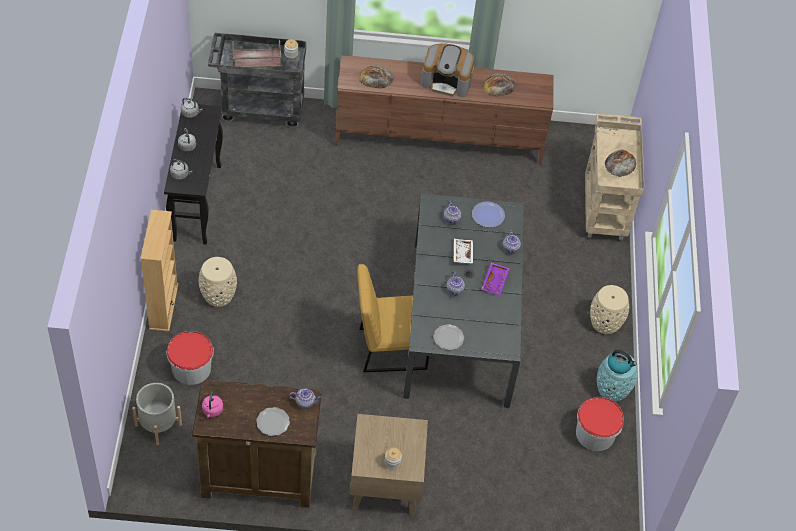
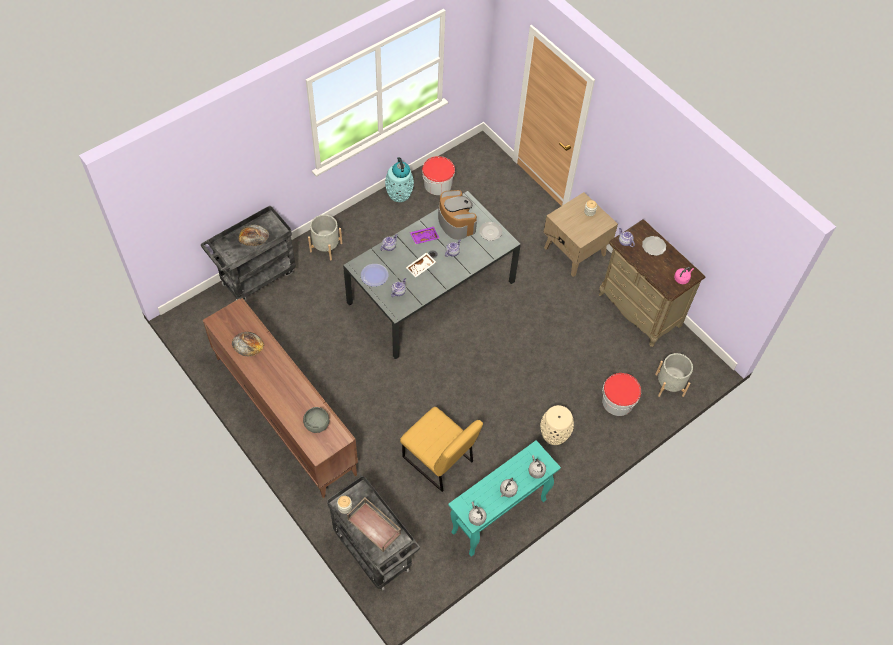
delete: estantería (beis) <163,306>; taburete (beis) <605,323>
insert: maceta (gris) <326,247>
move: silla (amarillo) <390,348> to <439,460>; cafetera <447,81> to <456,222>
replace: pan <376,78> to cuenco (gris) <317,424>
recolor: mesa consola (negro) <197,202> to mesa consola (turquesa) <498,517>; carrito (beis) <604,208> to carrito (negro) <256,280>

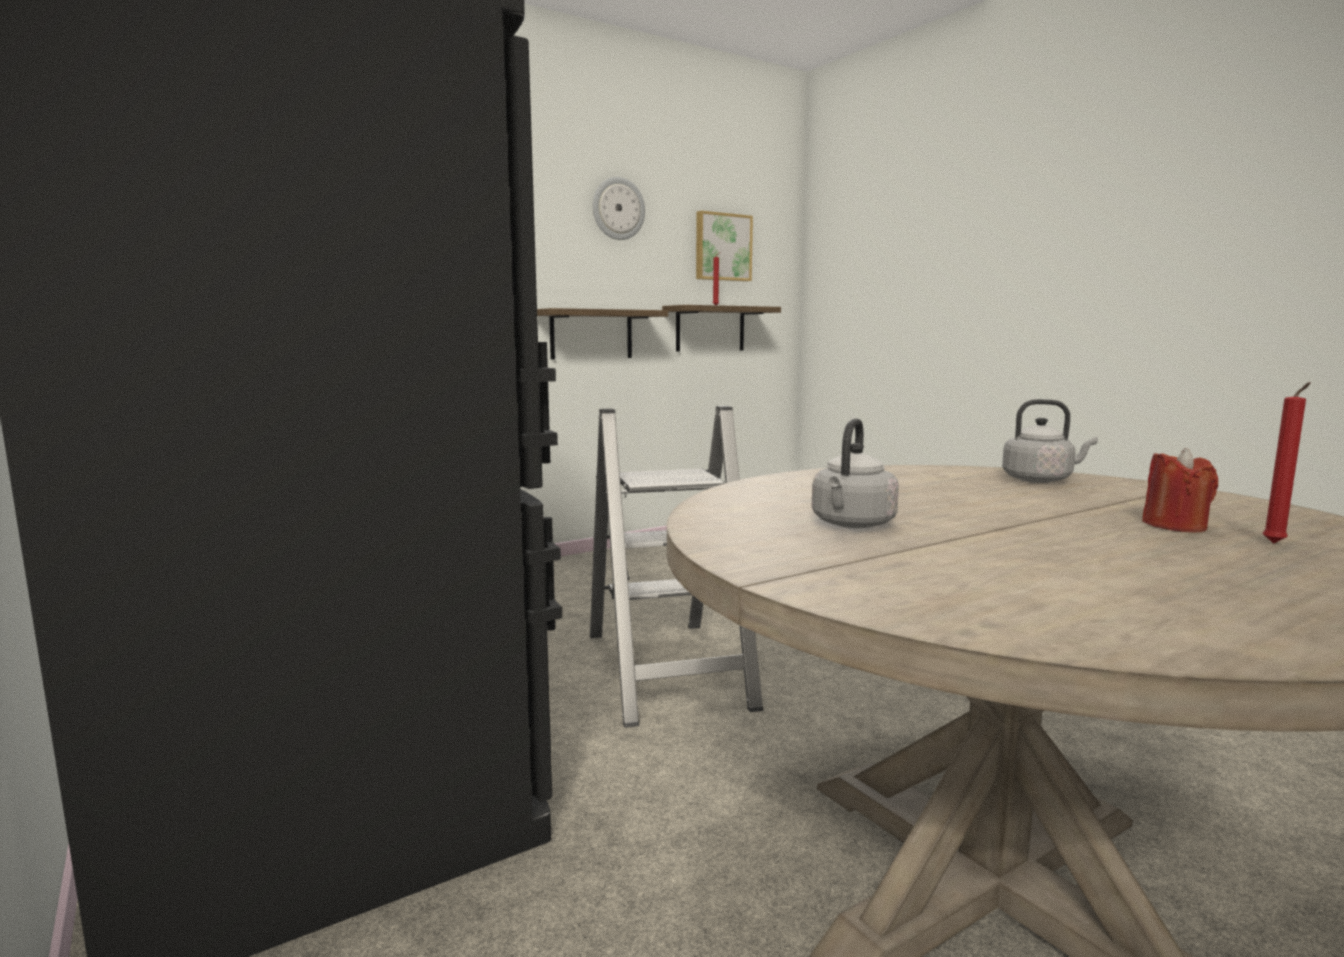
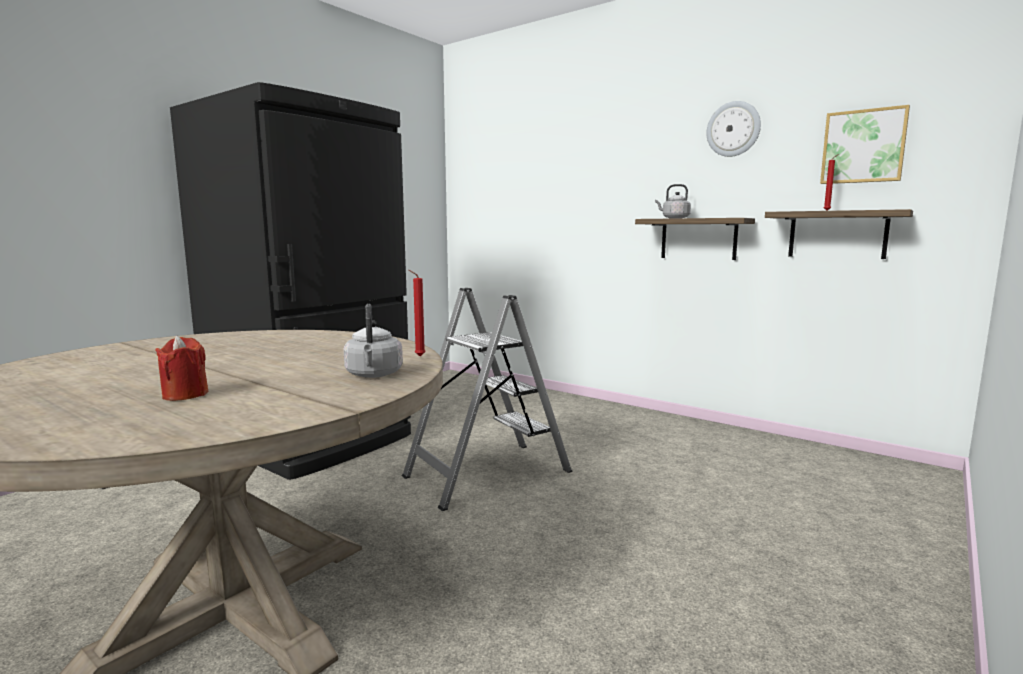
move: hervidor (gris) <852,524> to <674,218>; vela (rojo) <1275,544> to <418,356>

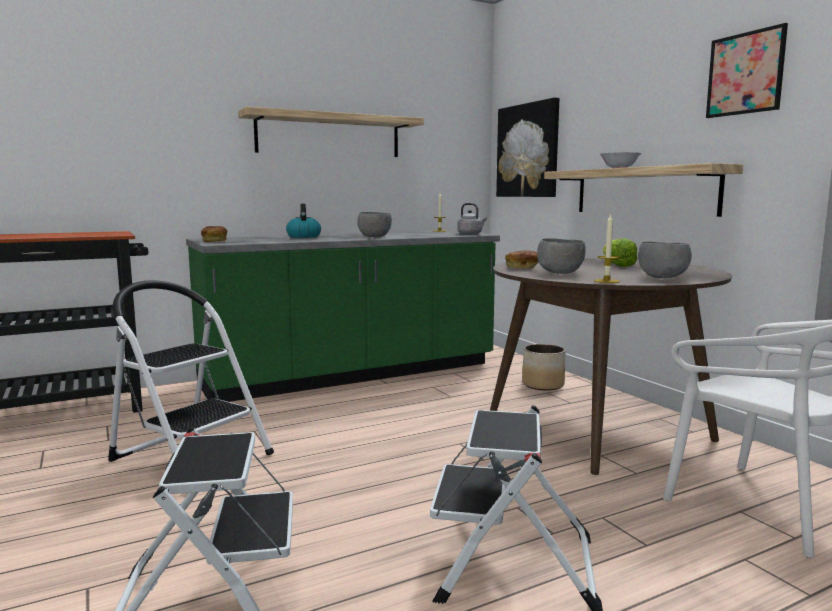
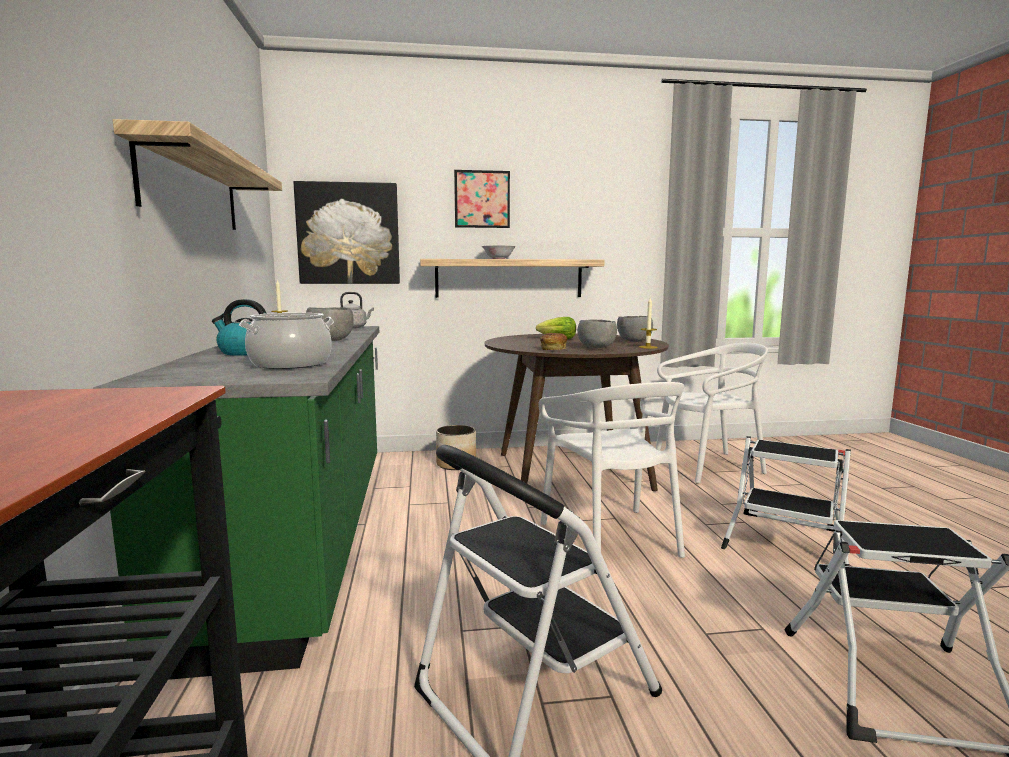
delete: pan <215,241>
insert: olla <290,364>; silla (blanco) <611,537>
move: cuadro <745,73> to <482,199>

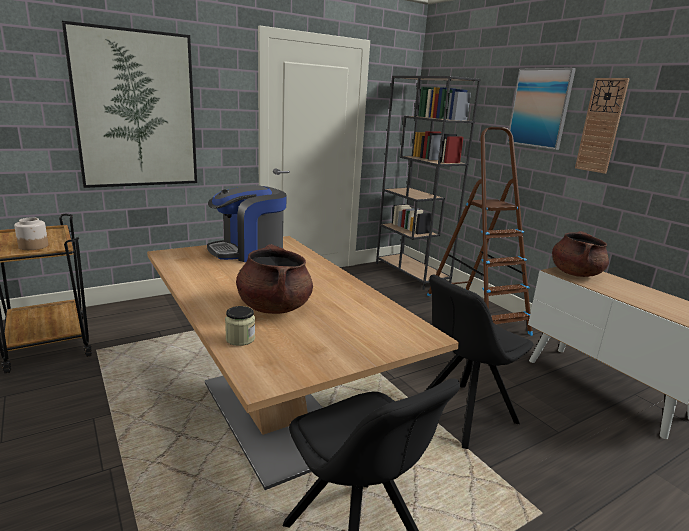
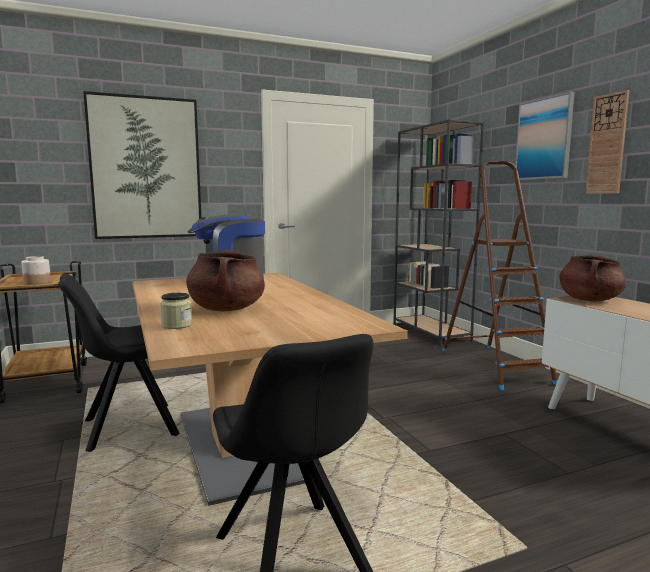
move: silla (negro) <463,415> to <129,427>

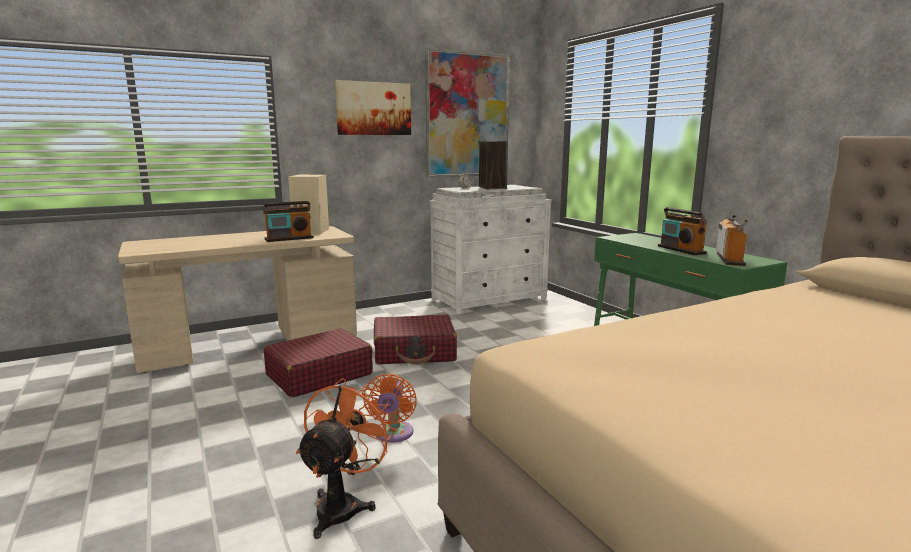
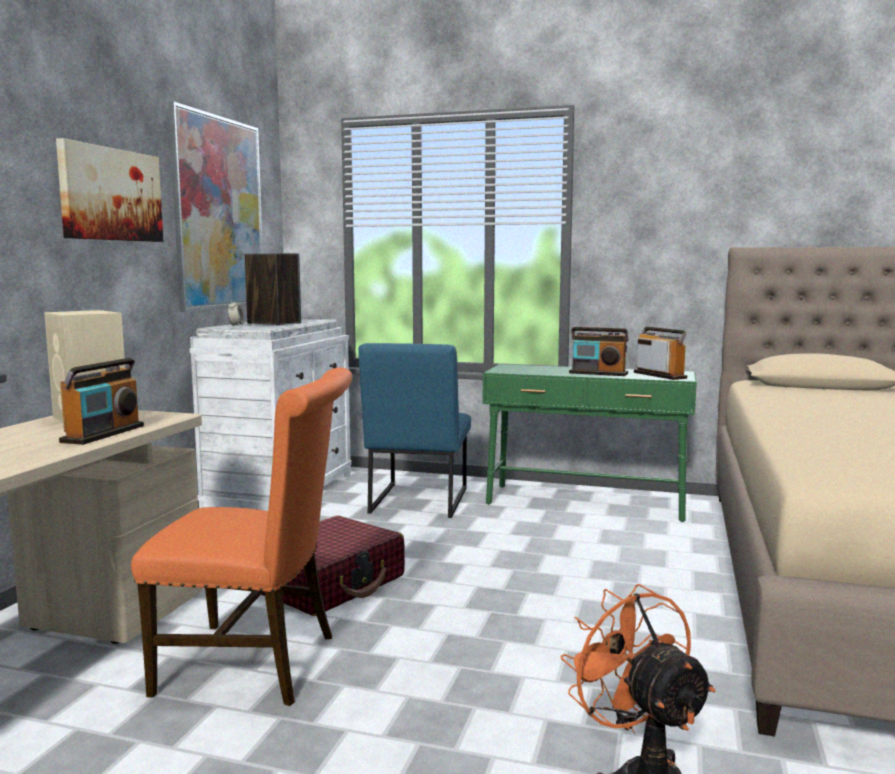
delete: ventilador (naranja) <393,434>
insert: silla (azul) <417,501>
replace: maleta (rojo) <319,375> to silla (naranja) <259,663>

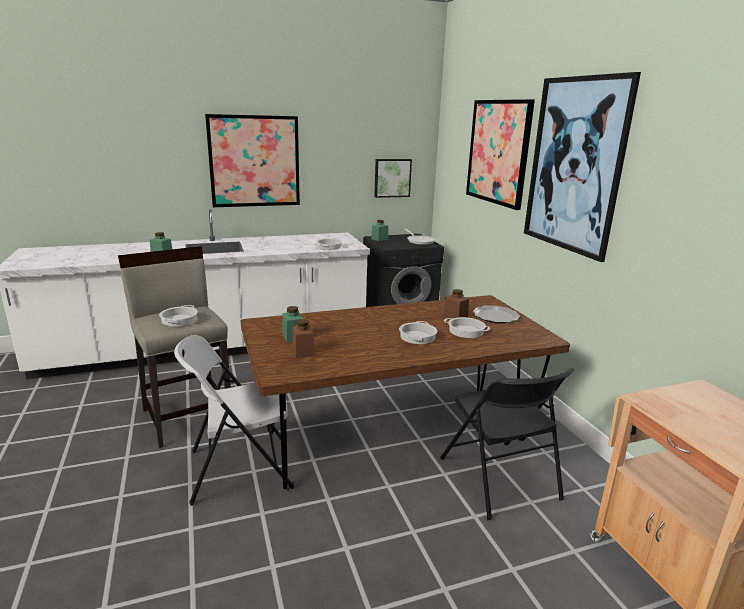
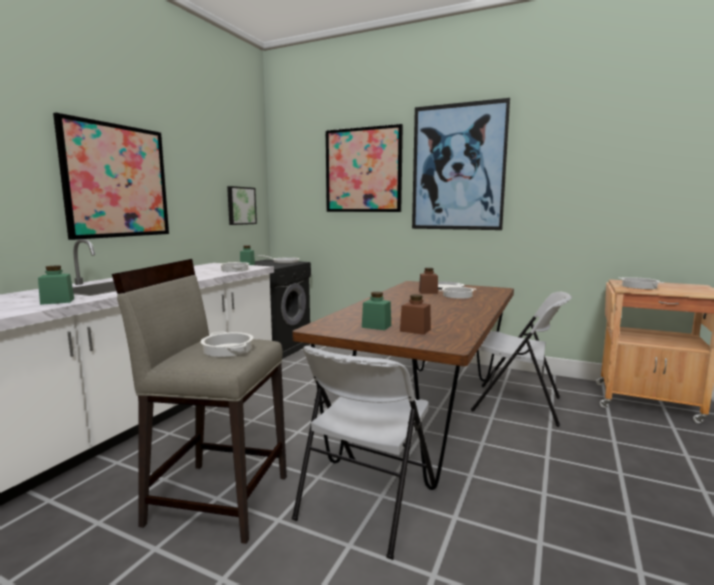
move: olla <417,337> to <638,286>
recolor: silla (negro) <498,478> to silla (blanco) <516,404>

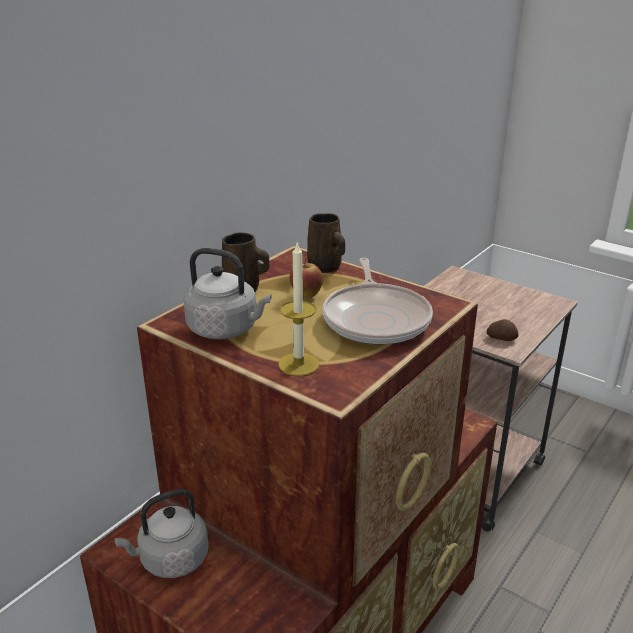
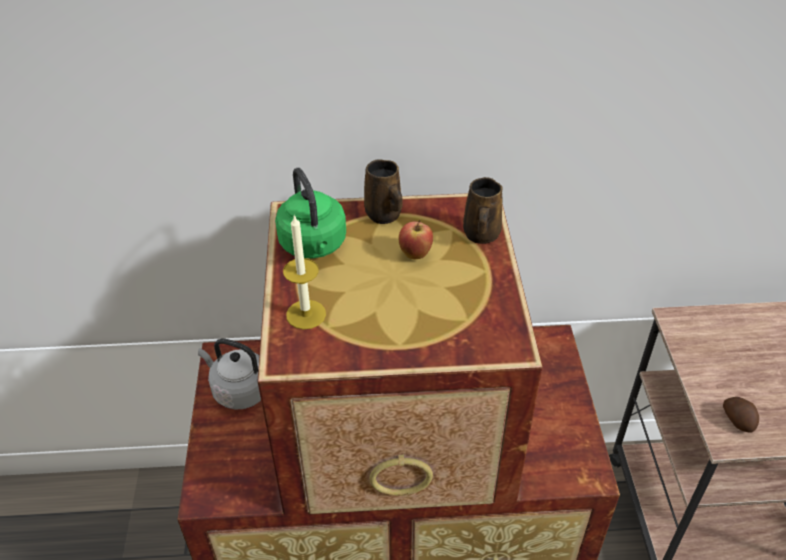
delete: sartén <376,318>
recolor: hervidor (gris) <226,329> to hervidor (verde) <314,246>

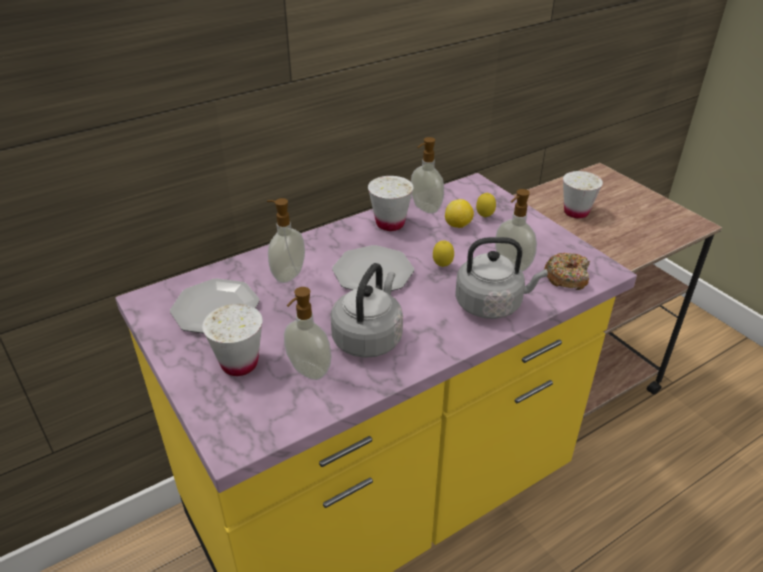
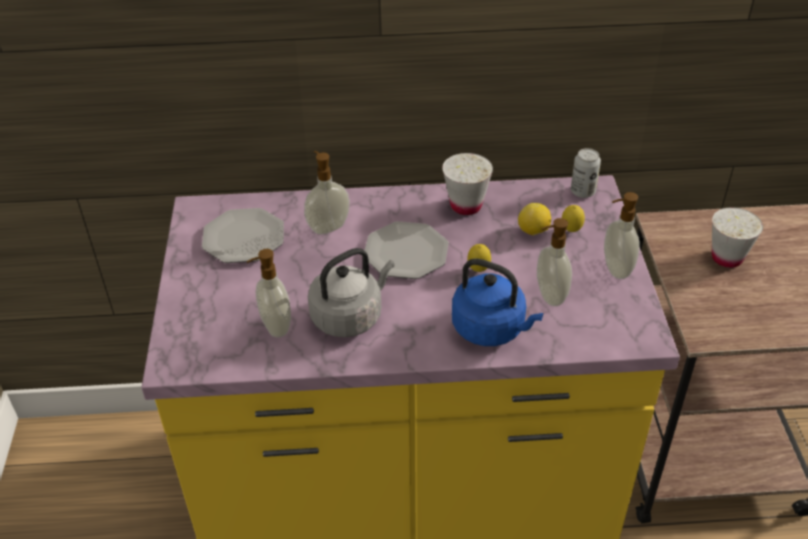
delete: taza (blanco) <239,364>; rosquilla <566,277>
insert: lata <582,192>
move: dispensador de jabón <425,208> to <615,269>
recolor: hervidor (gris) <492,304> to hervidor (azul) <491,329>

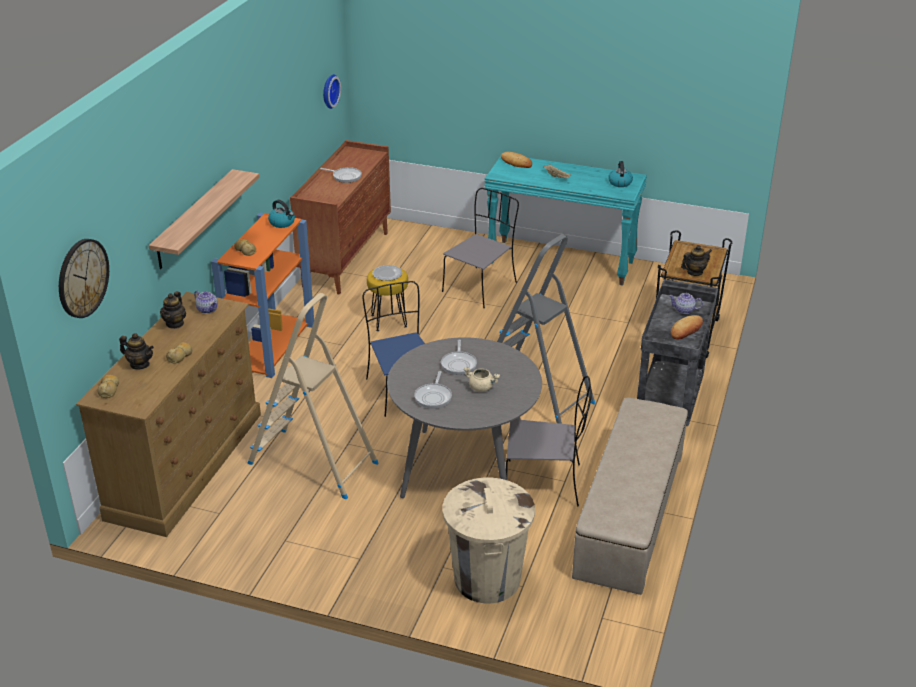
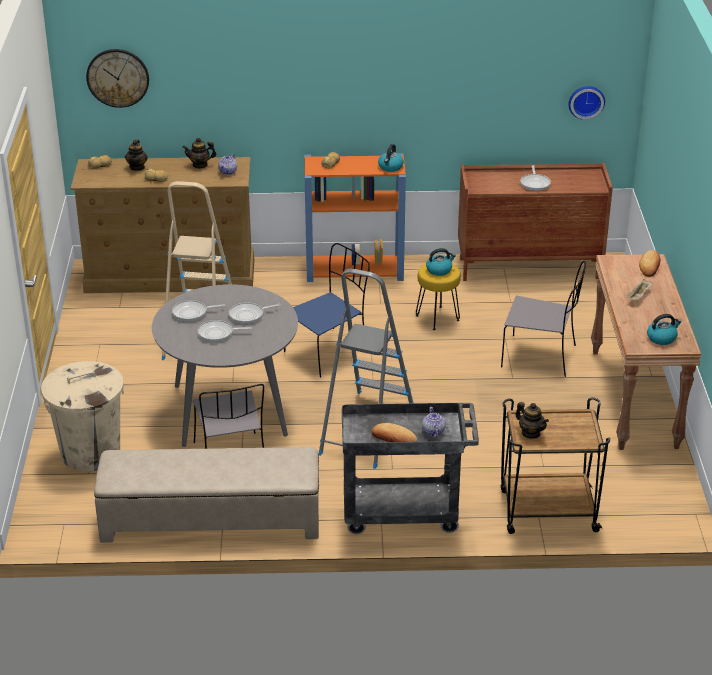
delete: estante <194,219>
replace: plato <387,274> to hervidor <439,270>; olla (beis) <481,387> to sartén <218,333>
recolor: mesa consola (turquesa) <561,262> to mesa consola (marrón) <635,399>

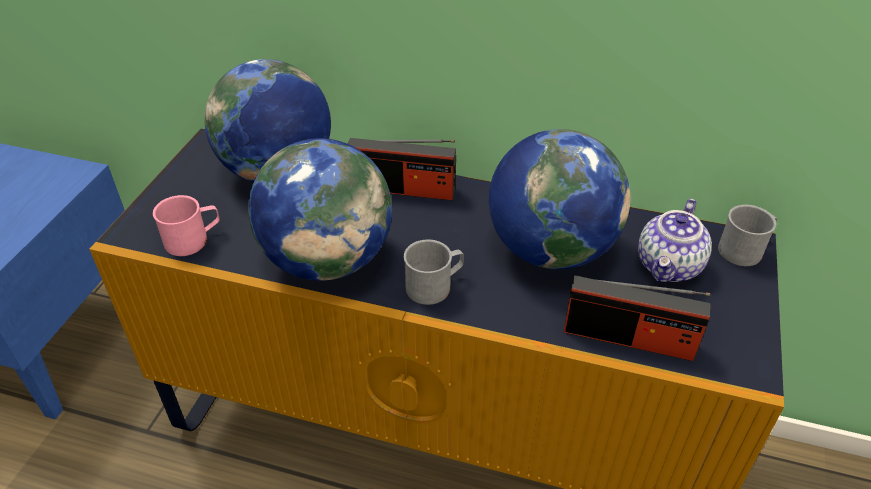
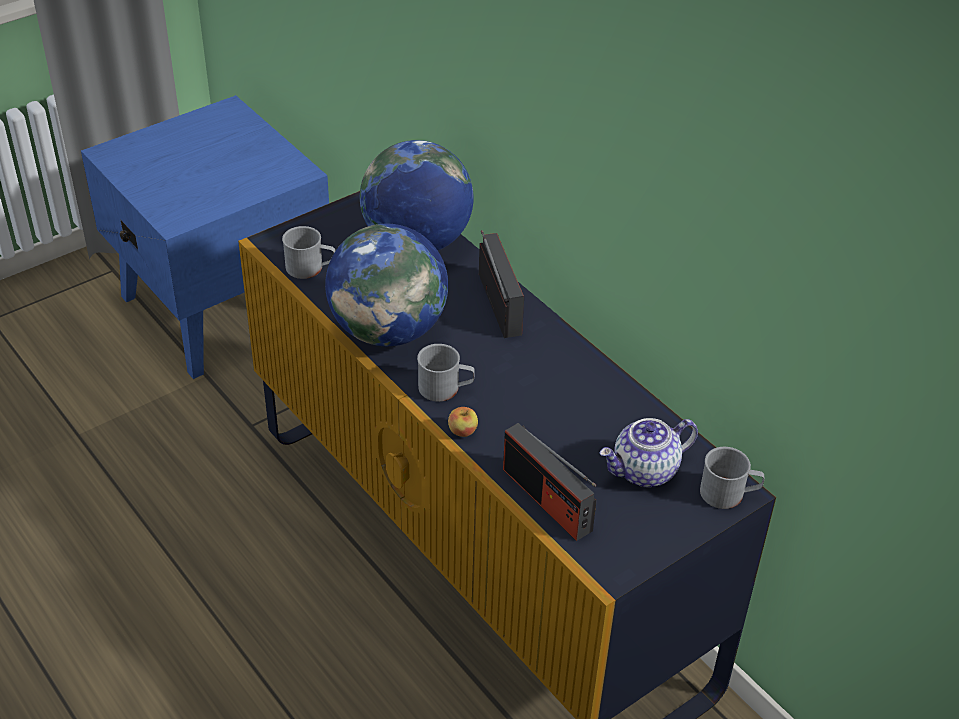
delete: globo terráqueo <550,249>
insert: manzana <462,431>
recolor: taza grande (rosa) <193,239> to taza grande (gris) <310,268>
rotate: radio <403,189> = <499,303> 150 degrees counterclockwise

